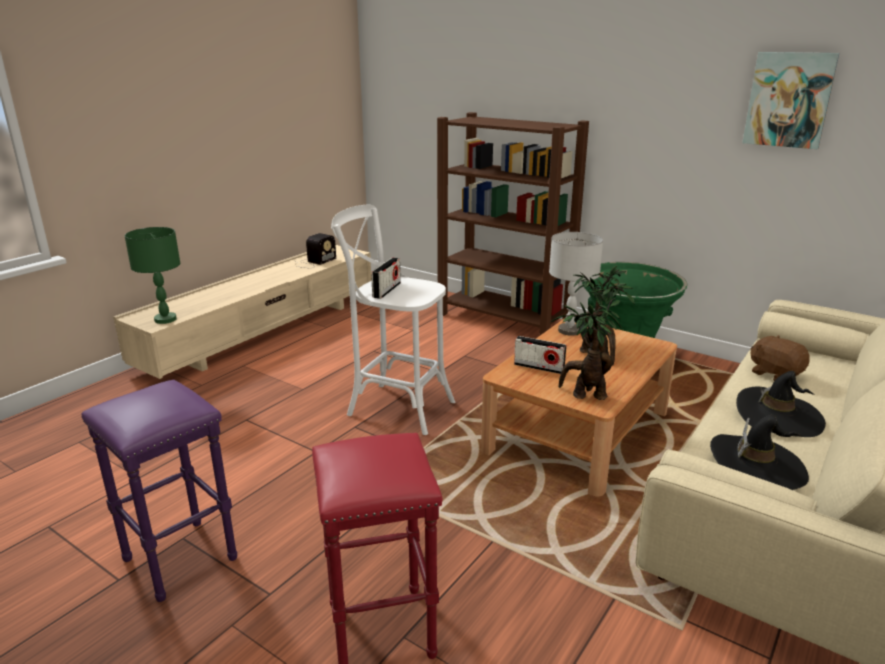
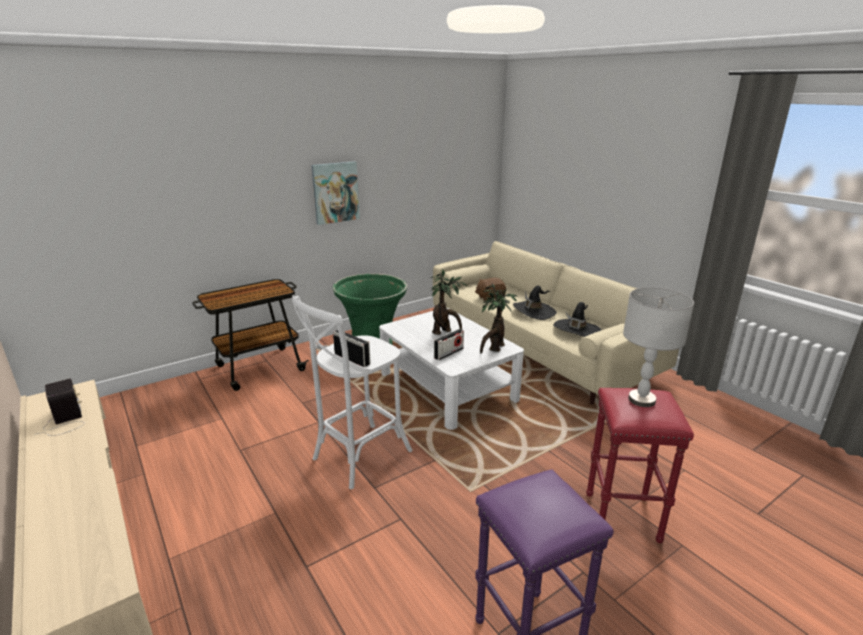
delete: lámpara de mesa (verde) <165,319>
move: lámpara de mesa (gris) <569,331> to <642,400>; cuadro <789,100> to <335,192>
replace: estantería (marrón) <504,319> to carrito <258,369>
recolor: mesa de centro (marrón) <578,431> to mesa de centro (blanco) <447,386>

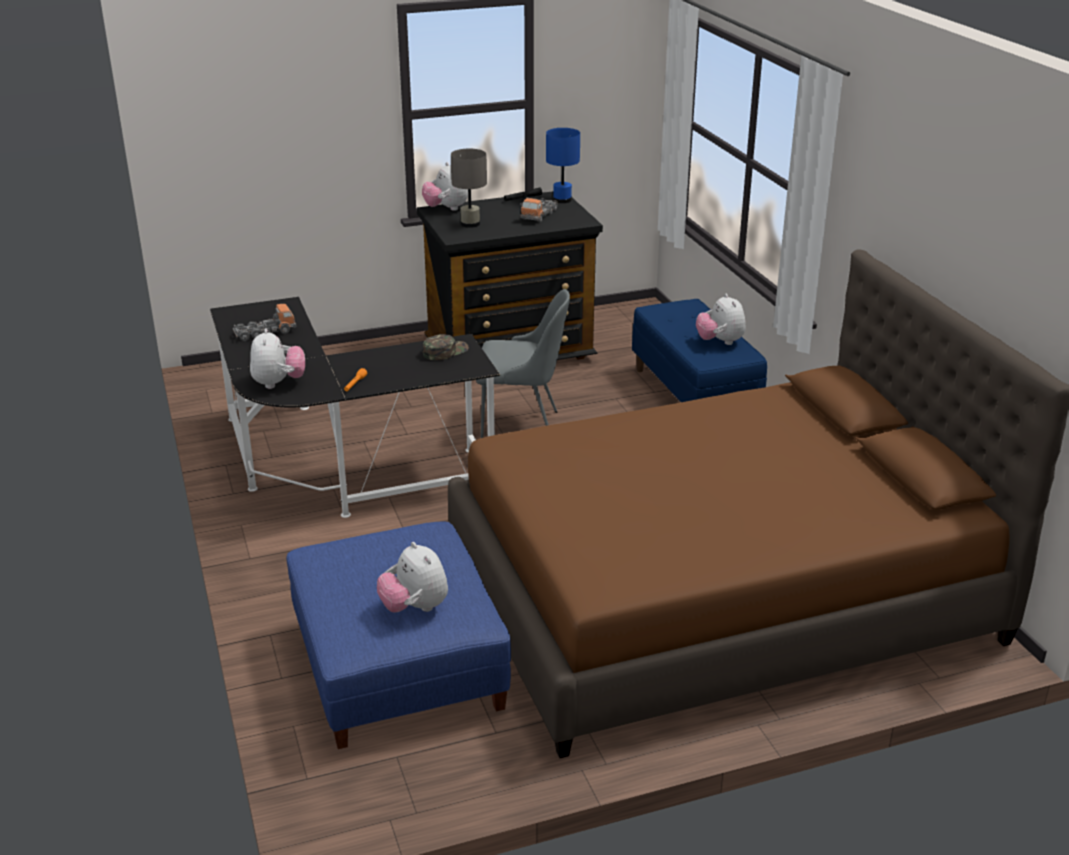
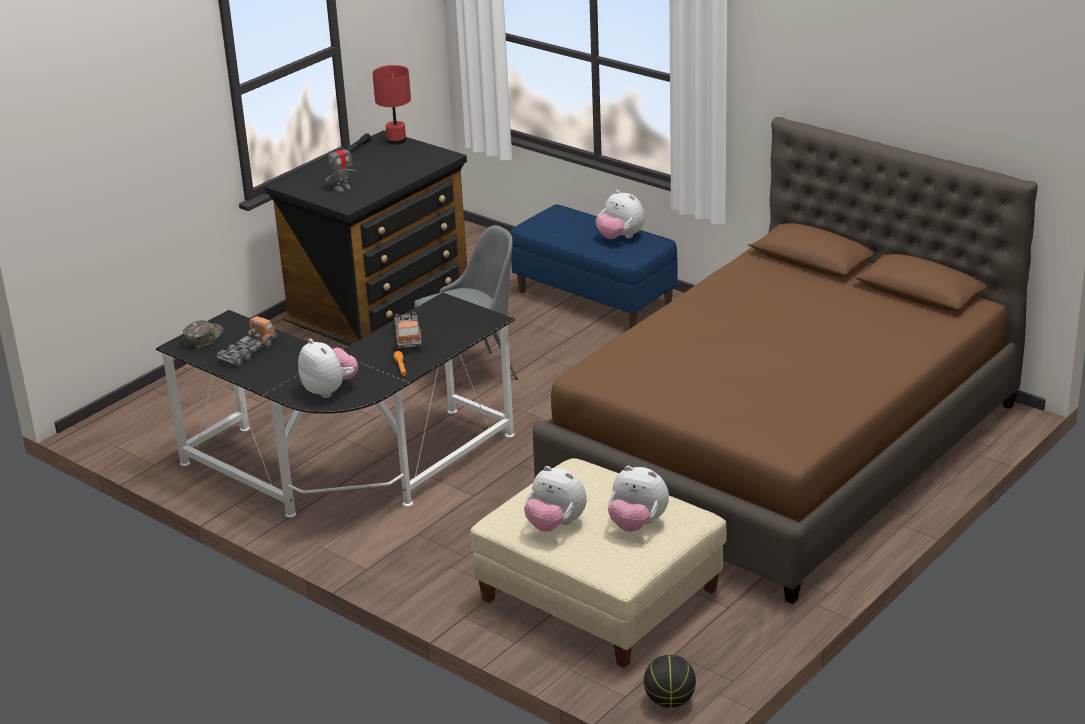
insert: balón de baloncesto <669,701>
move: peluche <446,209> to <555,525>; gorra (verde) <445,351> to <203,338>; camión de juguete <539,215> to <408,337>
replace: lámpara de mesa (gris) <470,224> to robot de juguete <342,188>
recolor: puf (azul) <399,667> to puf (beis) <600,596>; lámpara de mesa (azul) <562,200> to lámpara de mesa (rojo) <396,140>

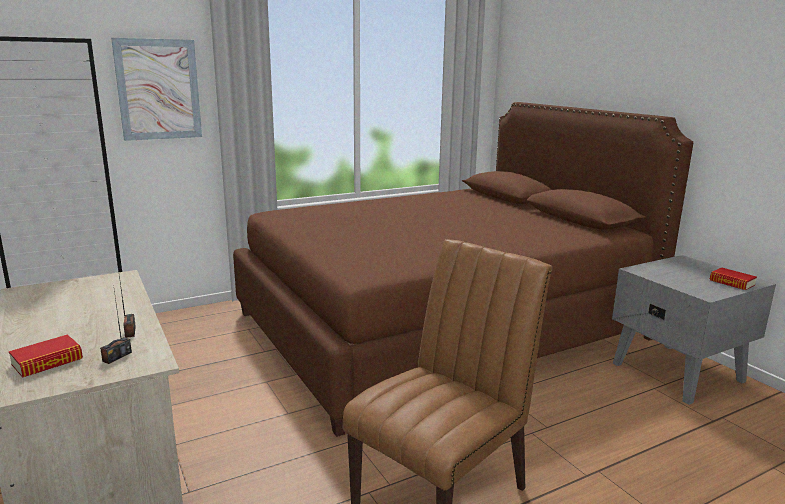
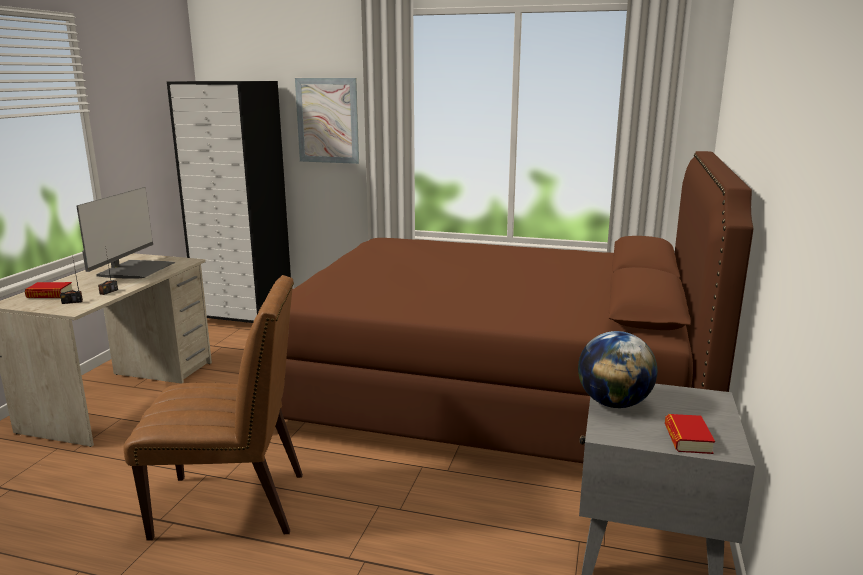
insert: monitor <135,270>; globo terráqueo <613,403>

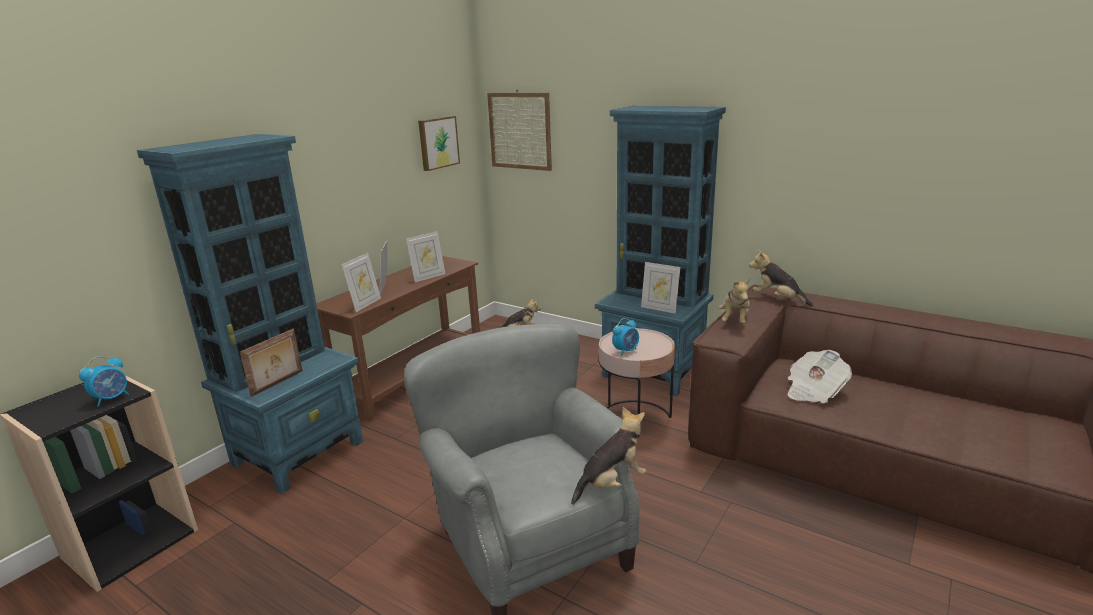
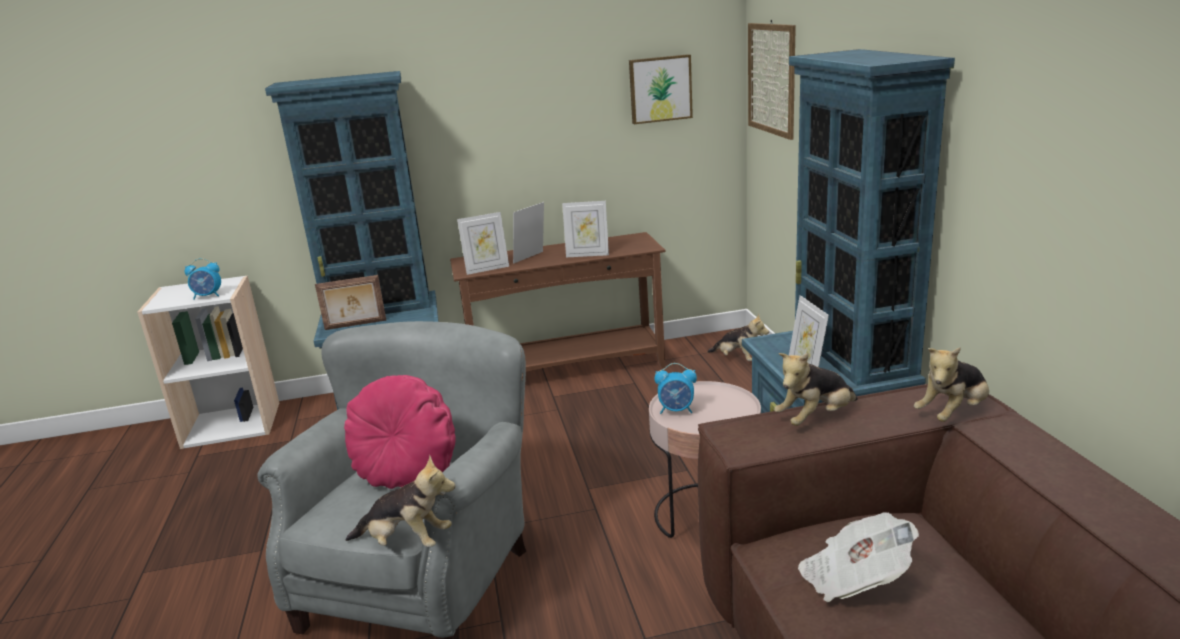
insert: cojín (rosa) <408,478>
recolor: estantería (negro) <131,542> to estantería (blanco) <233,424>
rotate: peluche <777,299> = <953,413> 120 degrees counterclockwise

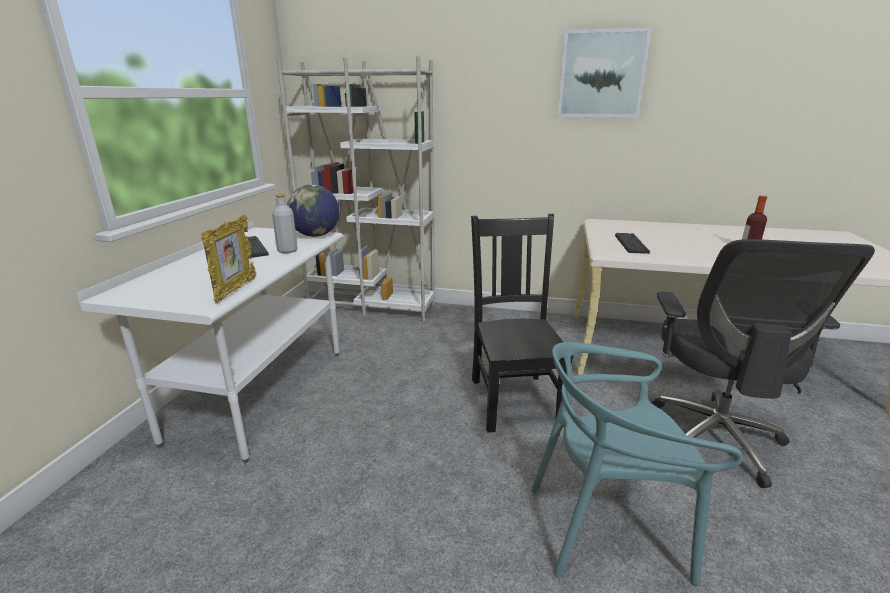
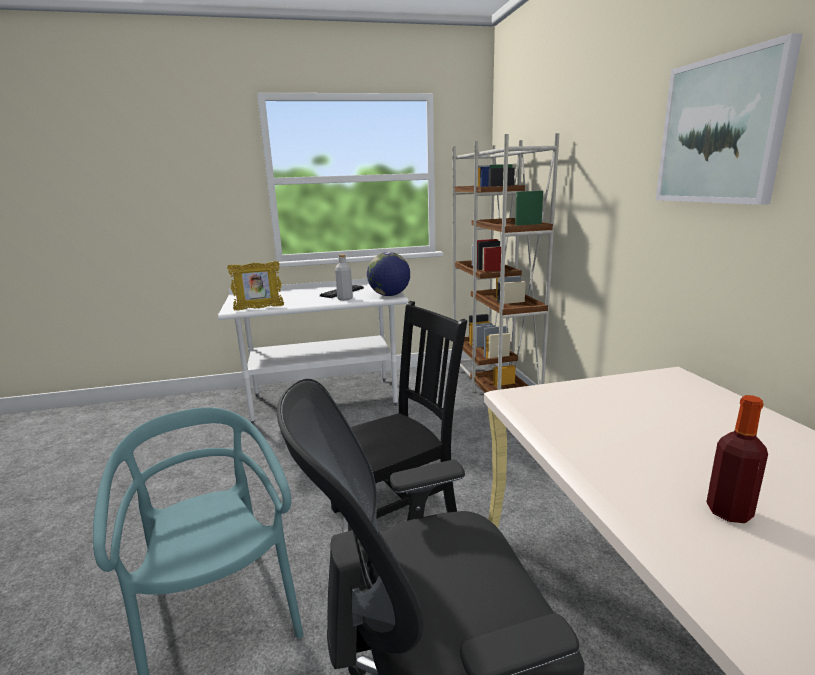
delete: teclado <631,244>
recolor: estantería (blanco) <372,307> to estantería (marrón) <493,389>

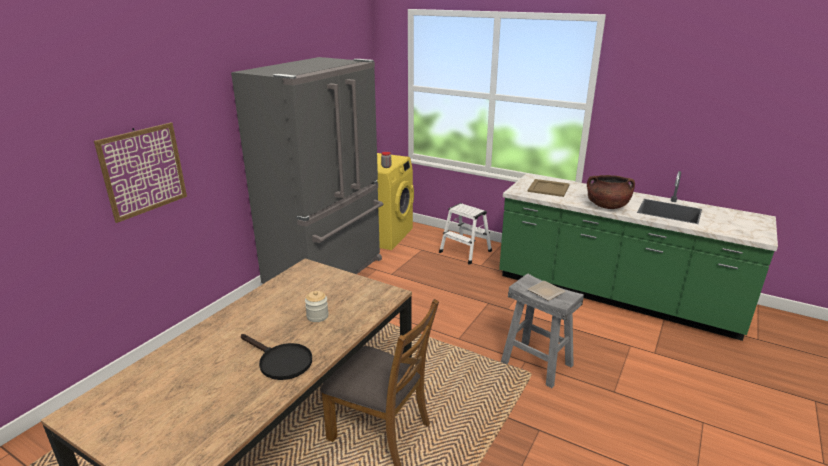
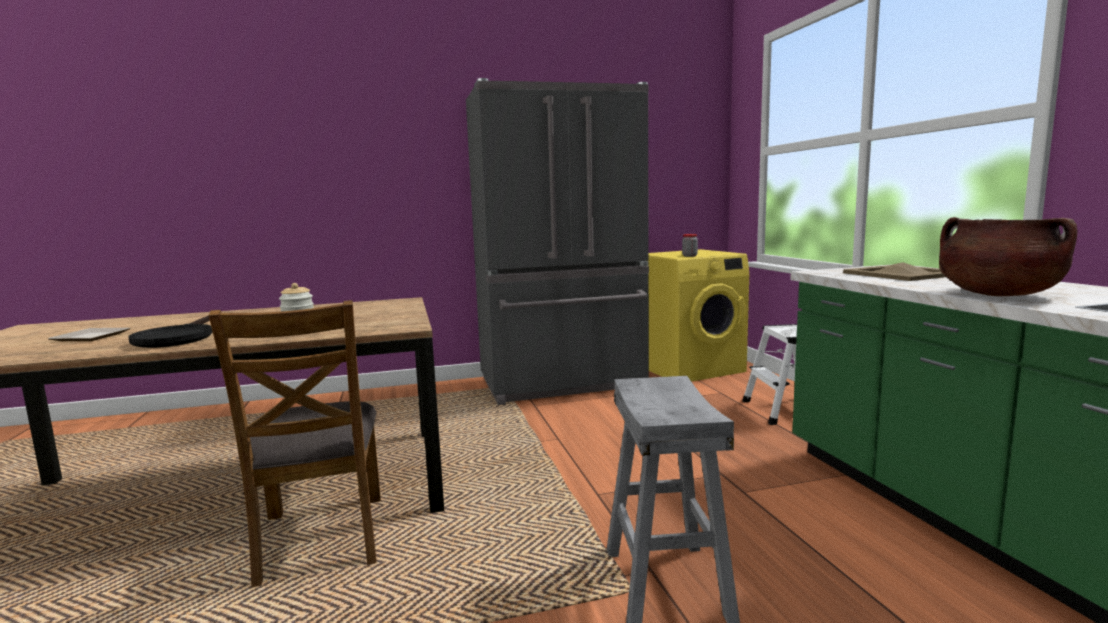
delete: cuadro <143,169>
move: plato <546,293> to <88,338>

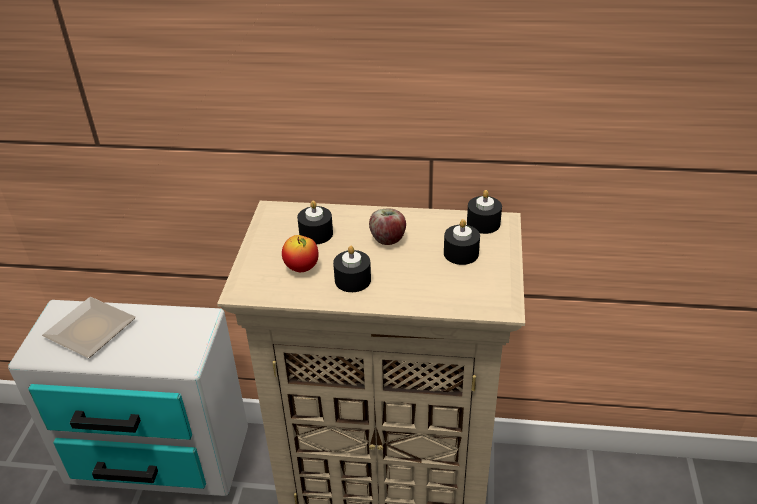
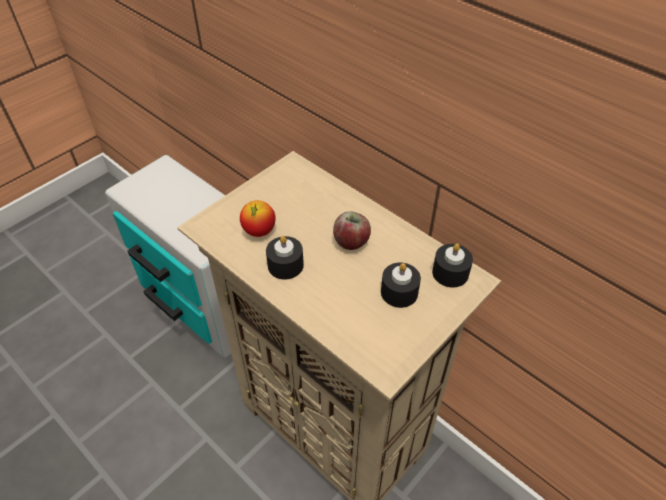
delete: plato <87,331>; vela (negro) <316,234>

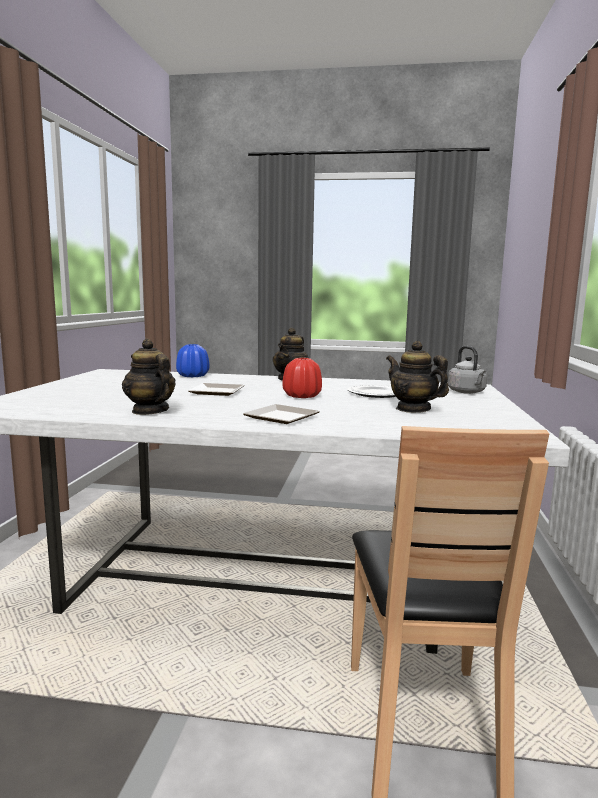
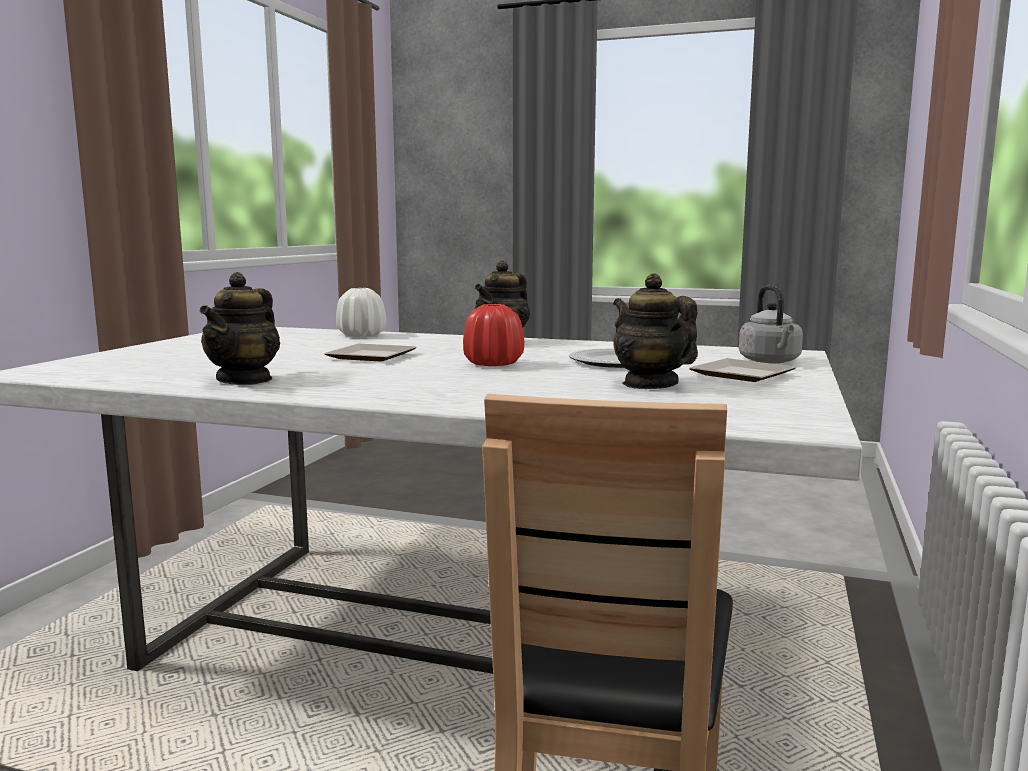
move: plato <281,417> to <740,374>
recolor: florero (azul) <192,376> to florero (blanco) <361,335>
rotate: tetera <150,411> = <245,380> 135 degrees counterclockwise

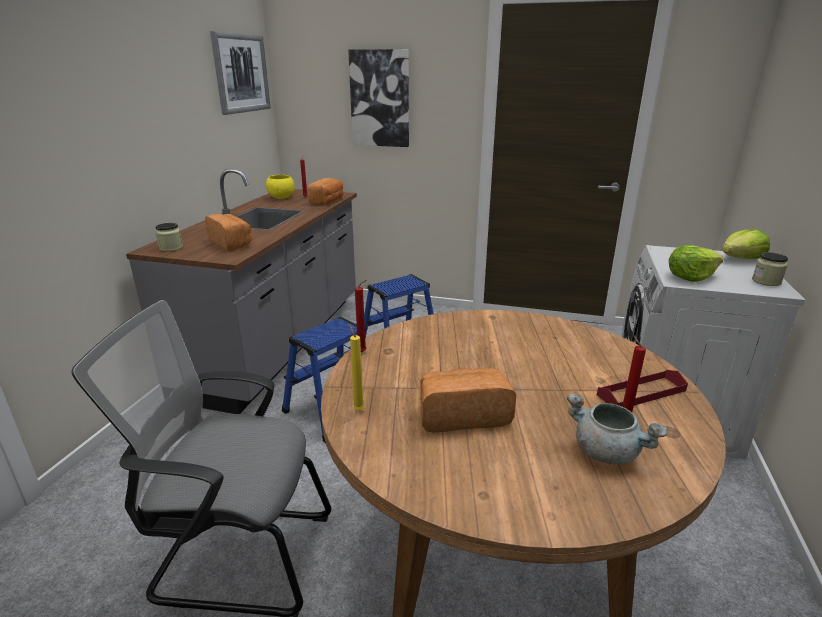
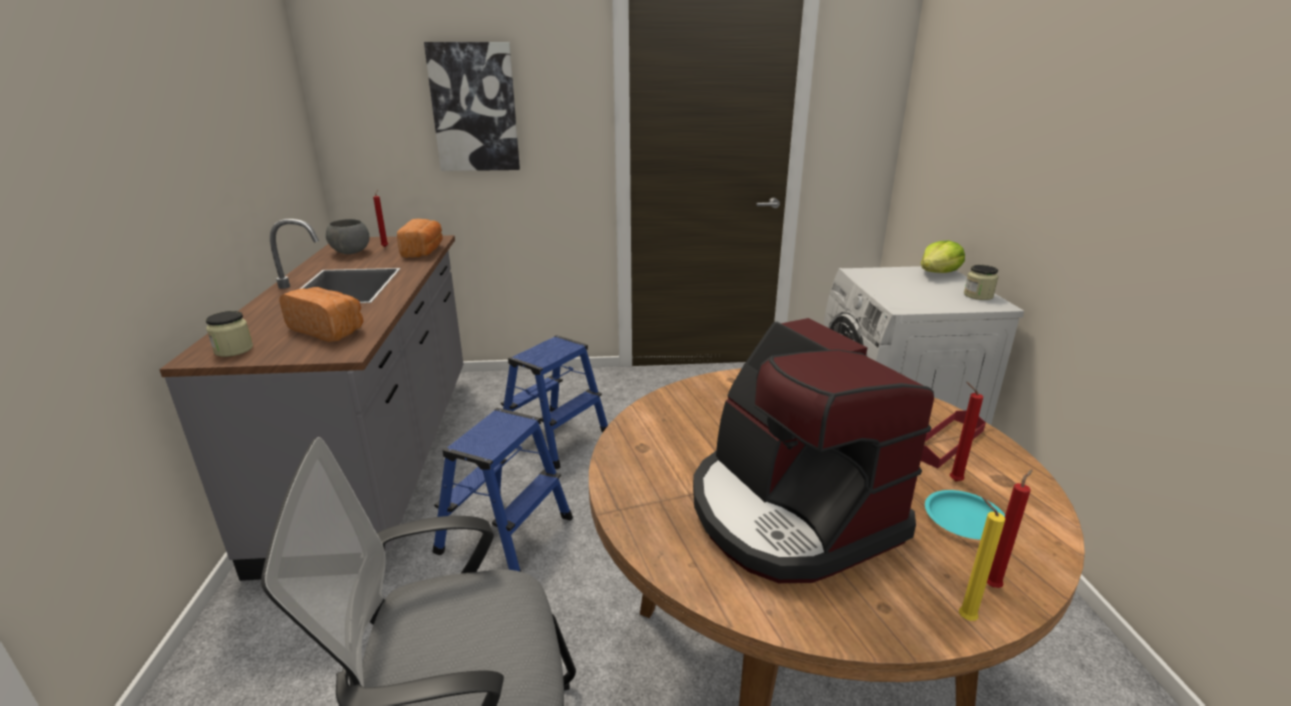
delete: cuadro <241,73>; lechuga <690,276>
move: vela (amarillo) <358,409> to <963,617>; vela (rojo) <363,352> to <993,585>
replace: pan <462,415> to cafetera <789,513>; olla (gris) <607,452> to plato (turquesa) <964,519>
recolor: cuenco (amarillo) <281,198> to cuenco (gris) <350,253>

